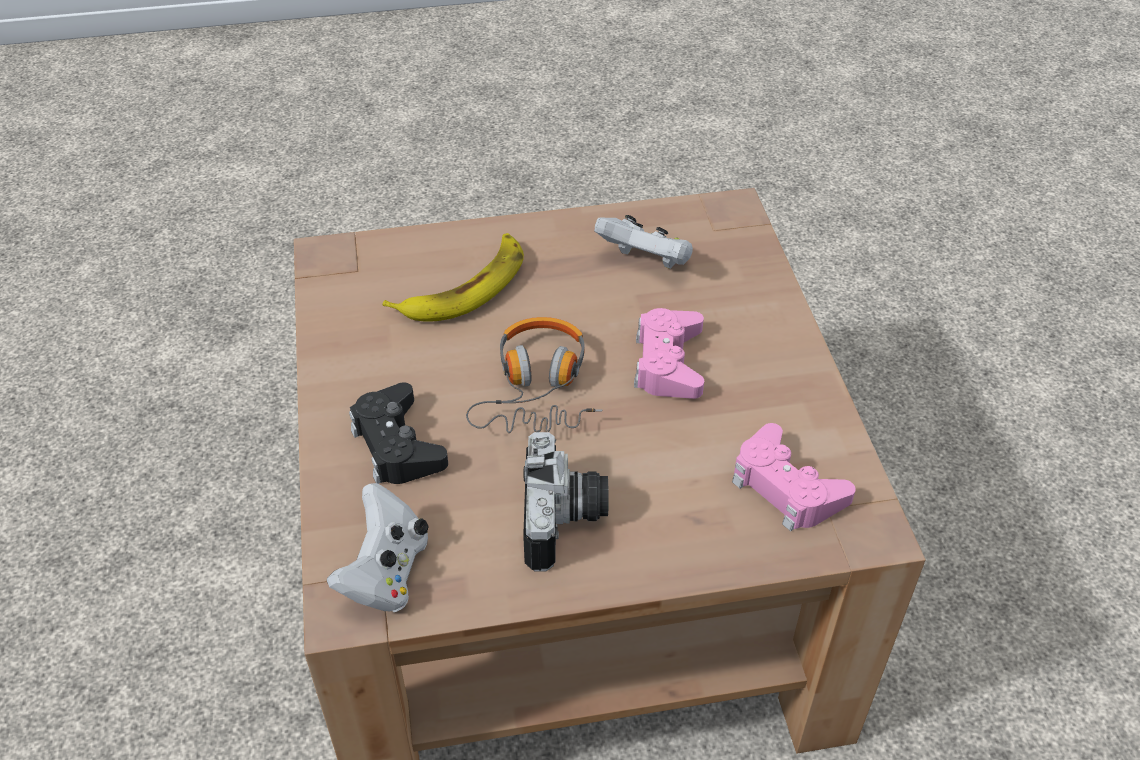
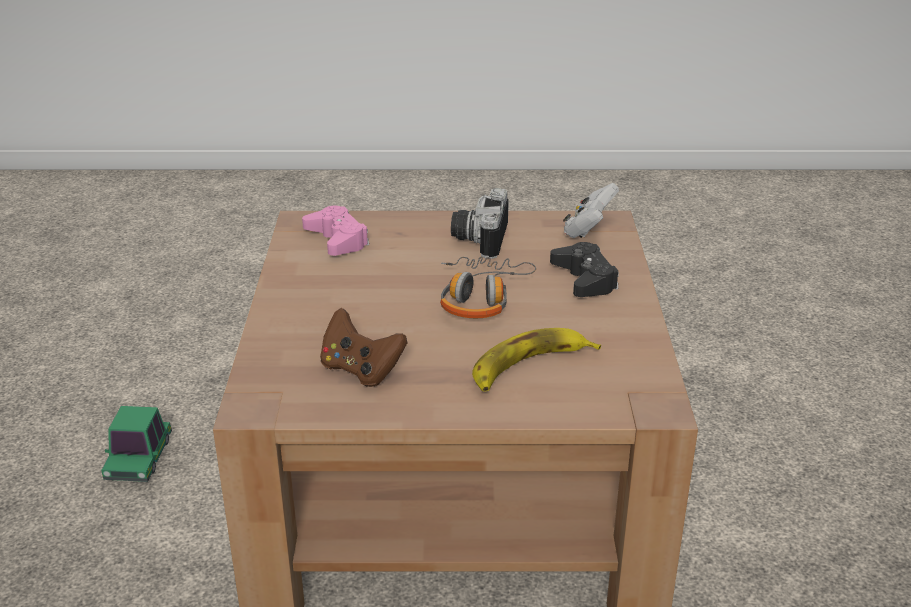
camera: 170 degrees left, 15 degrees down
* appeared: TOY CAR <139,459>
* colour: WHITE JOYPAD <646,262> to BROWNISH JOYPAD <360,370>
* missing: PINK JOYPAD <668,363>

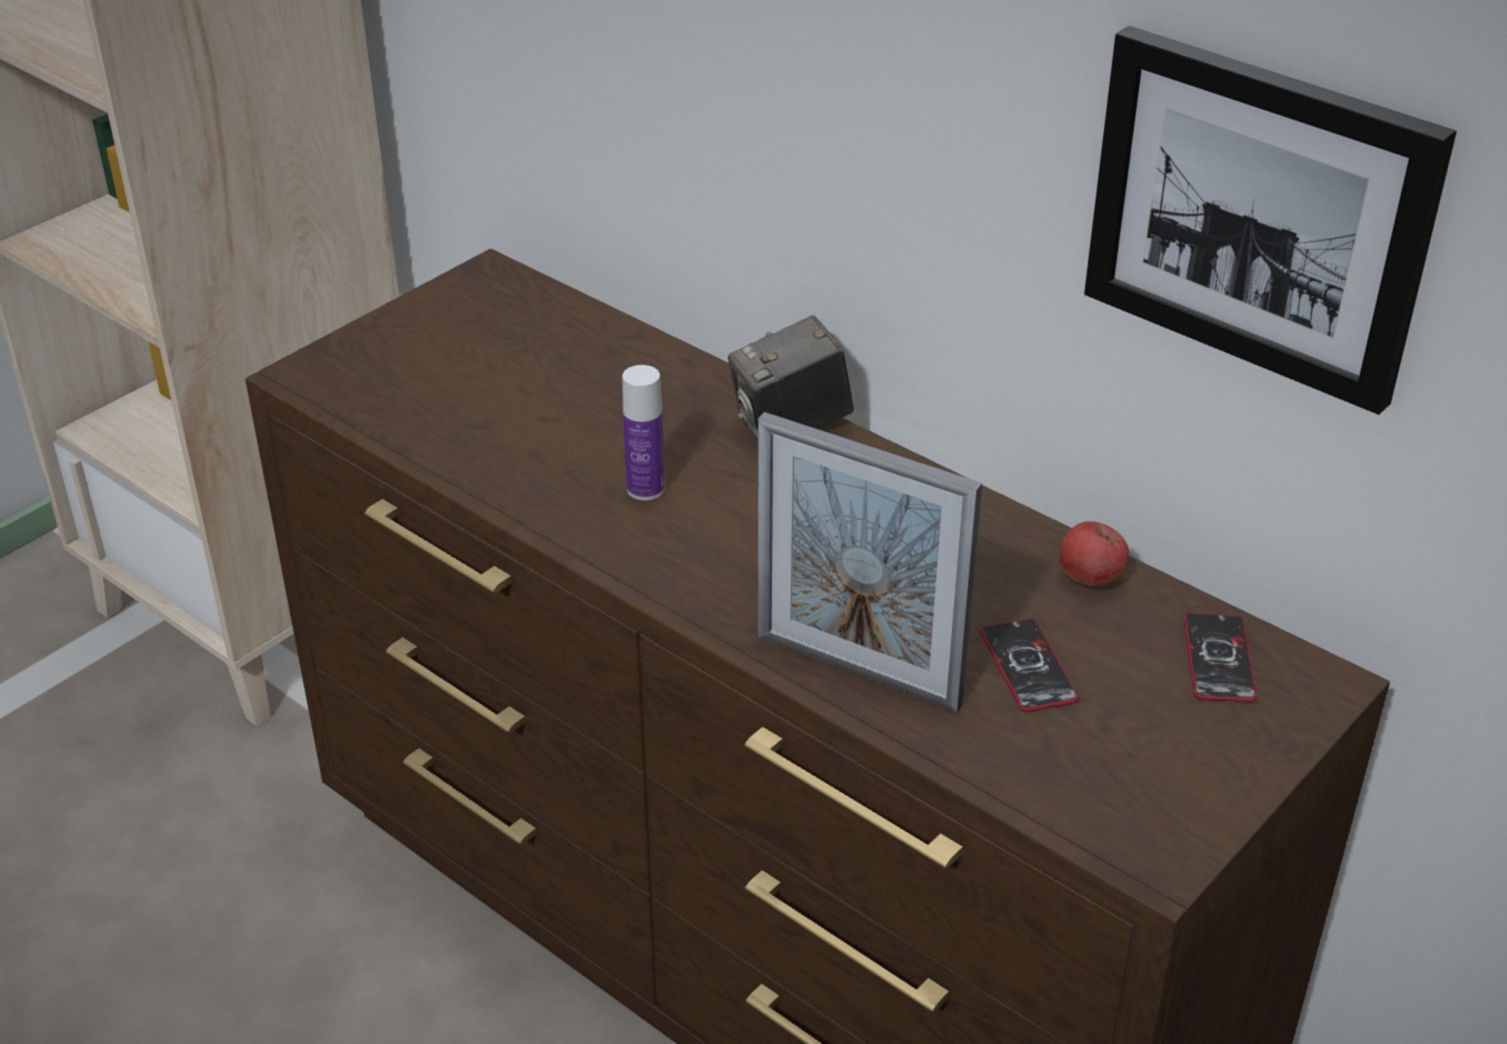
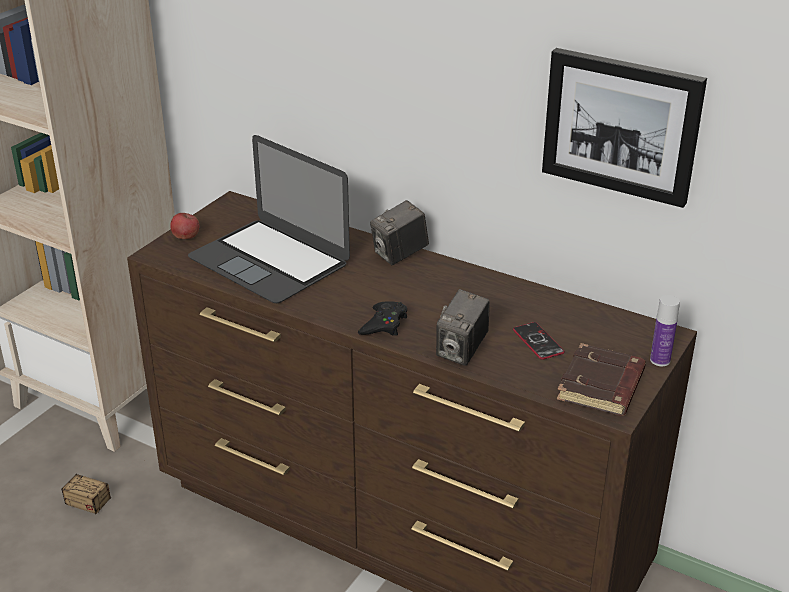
camera: 10 degrees left, 5 degrees down
* appeared: STORAGE BOX <109,509>
* relocated: APPLE FRUIT <1090,579> to <186,237>
* appeared: LAPTOP <269,260>
* appeared: BLACK-COLOURED JOYPAD <384,324>
* exchanged: PHOTO FRAME <857,670> to STILL CAMERA <462,351>
* appeared: BROWNISH VOLUME <602,387>
* relocated: BOTTLE <645,489> to <660,360>
* missing: HANDSET <1219,659>

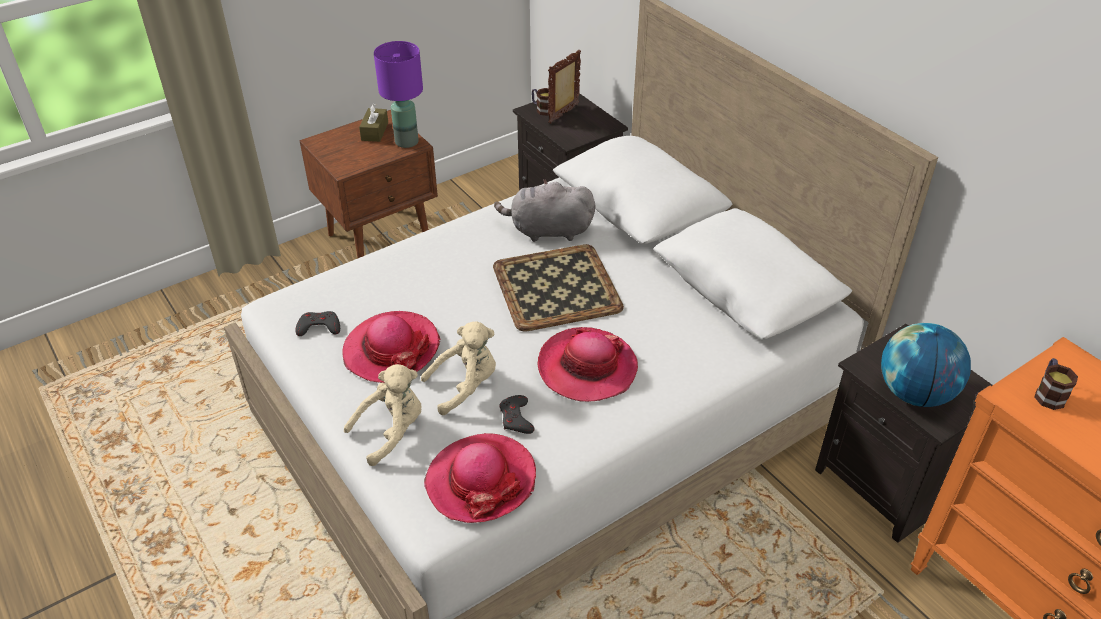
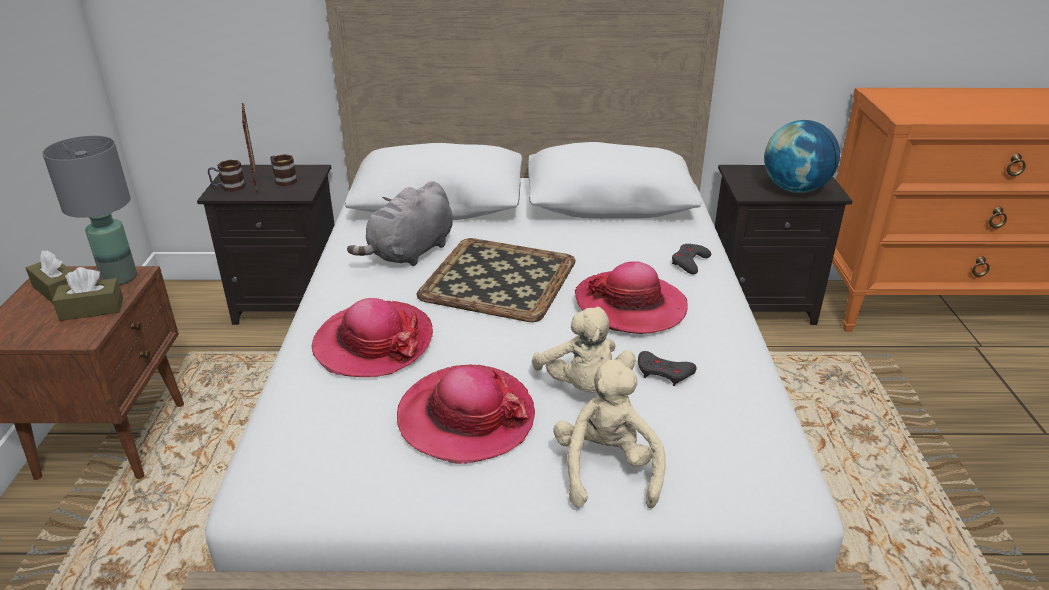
camera: 55 degrees left, 10 degrees down
* colour: PURPLE TABLETOP LAMP <406,142> to GRAY TABLETOP LAMP <119,278>
* appeared: BROWNISH TISSUE HOLDER <92,309>
* relocated: COFFEE MUG <1048,393> to <283,180>
* relocated: HAT <481,480> to <373,343>
* spun: SAND-COLOURED PLUSH TOY <465,386> = <583,387> 150 degrees clockwise
* relocated: GRAY JOYPAD <319,327> to <689,262>

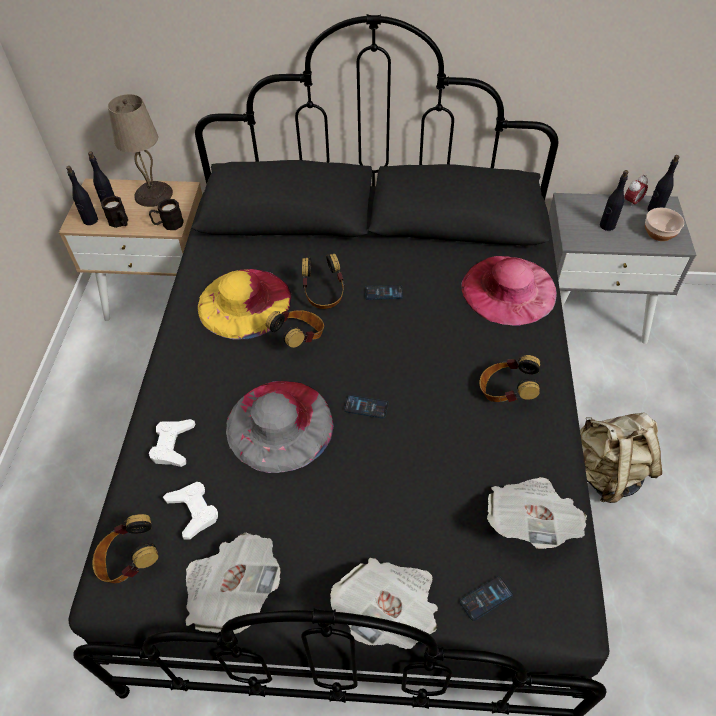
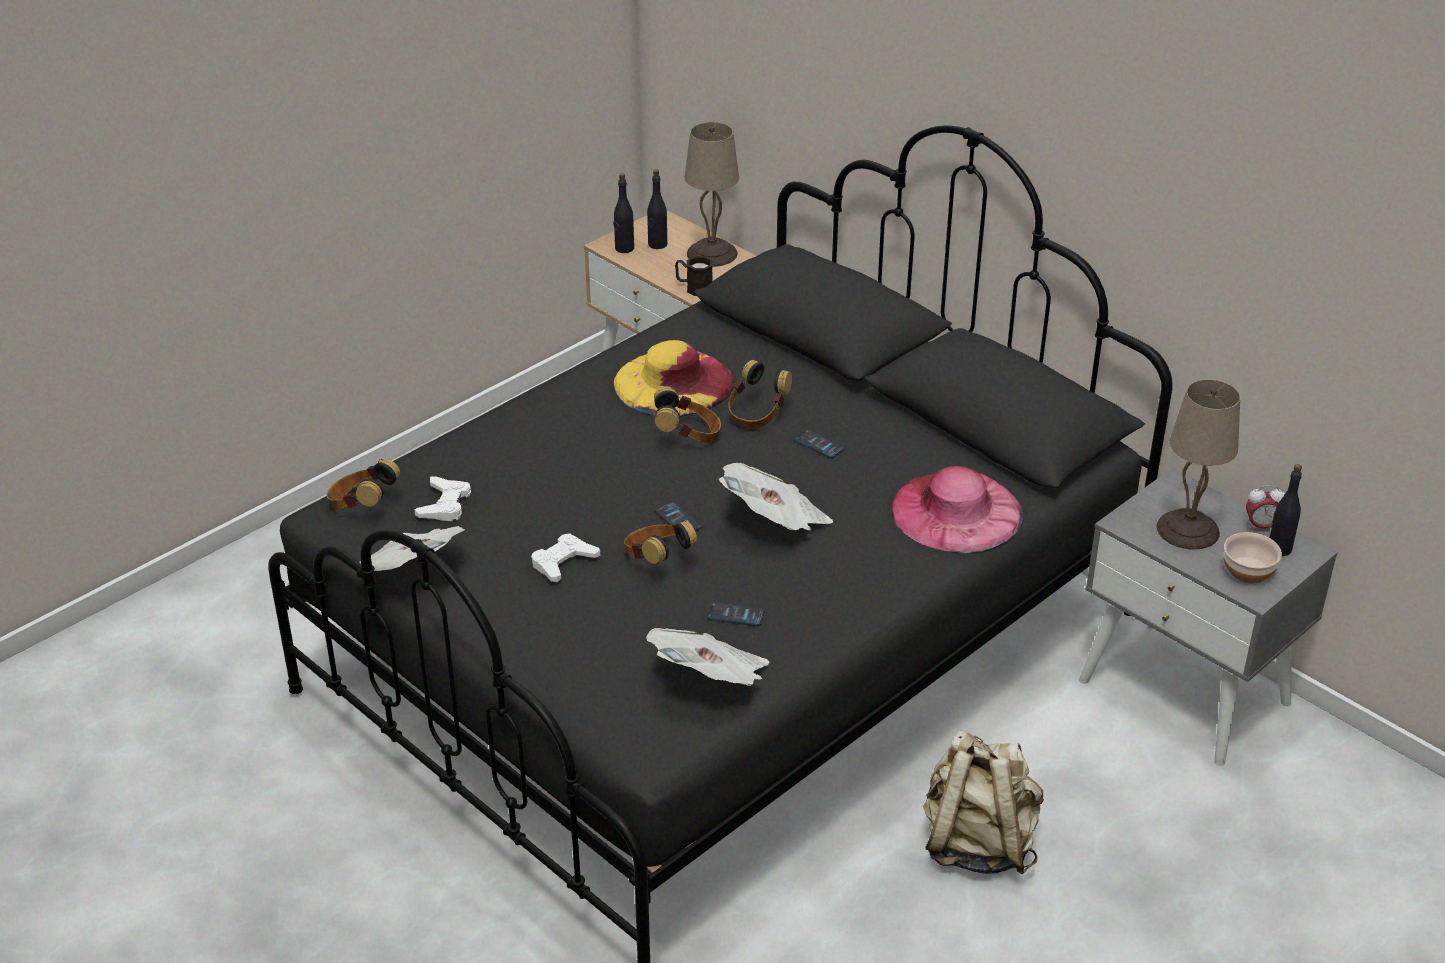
camera: 40 degrees right, 15 degrees down
* relocated: WHITE JOYPAD <173,445> to <563,562>
* relocated: HEADSET <505,392> to <657,561>
* relocated: HANDSET <486,598> to <735,615>
* relocated: NEWSPAPER <389,609> to <775,522>
* exchanged: BLACK-COLOURED BOTTLE <607,226> to SAND-COLOURED TABLETOP LAMP <1189,530>
* missing: BLACK-COLOURED COFFEE MUG <120,222>
* missing: GRAY HAT <279,424>

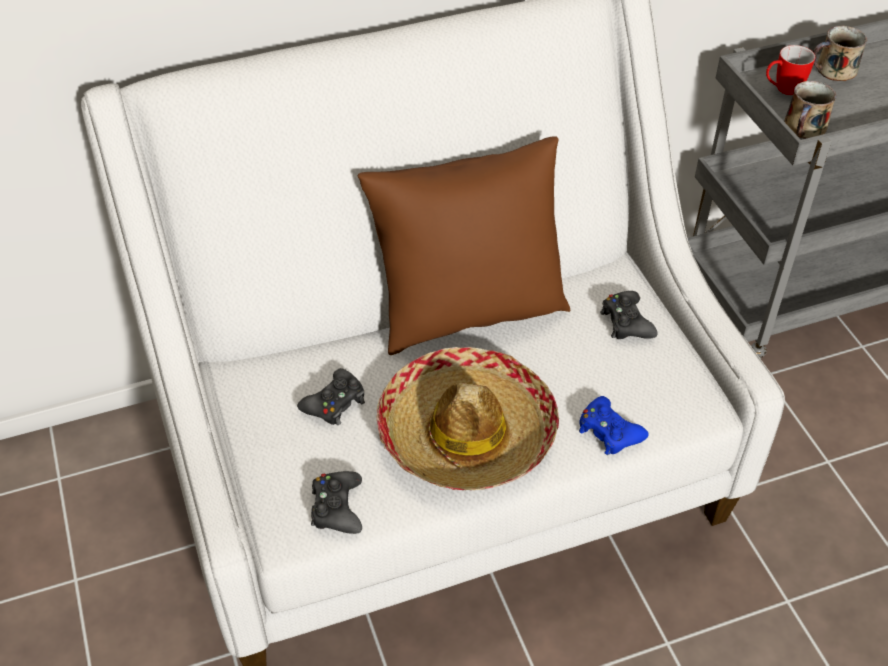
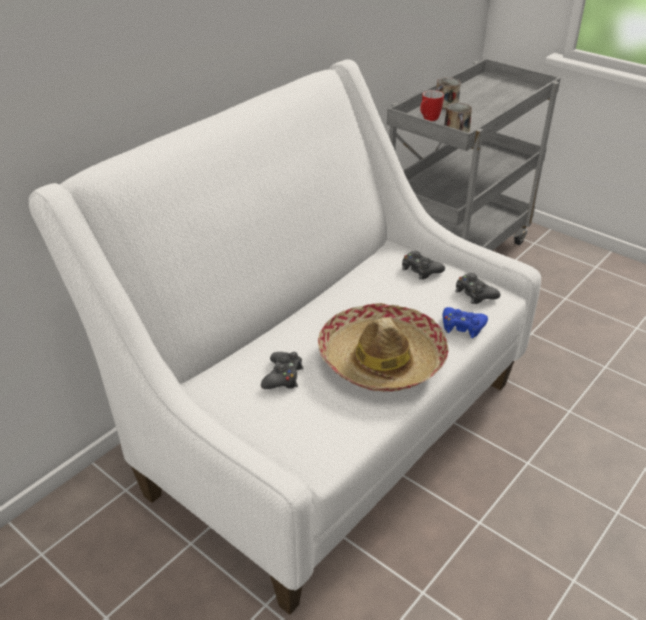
camera: 30 degrees left, 10 degrees down
* relocated: BLACK-COLOURED JOYPAD <337,508> to <475,293>
* missing: BROWNISH PILLOW <468,312>

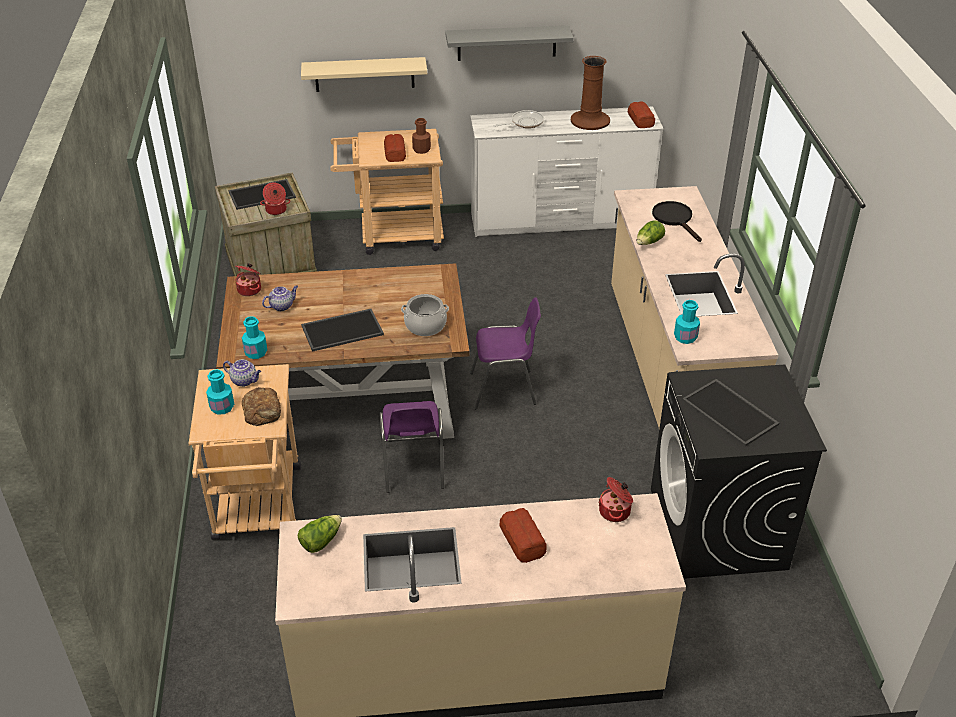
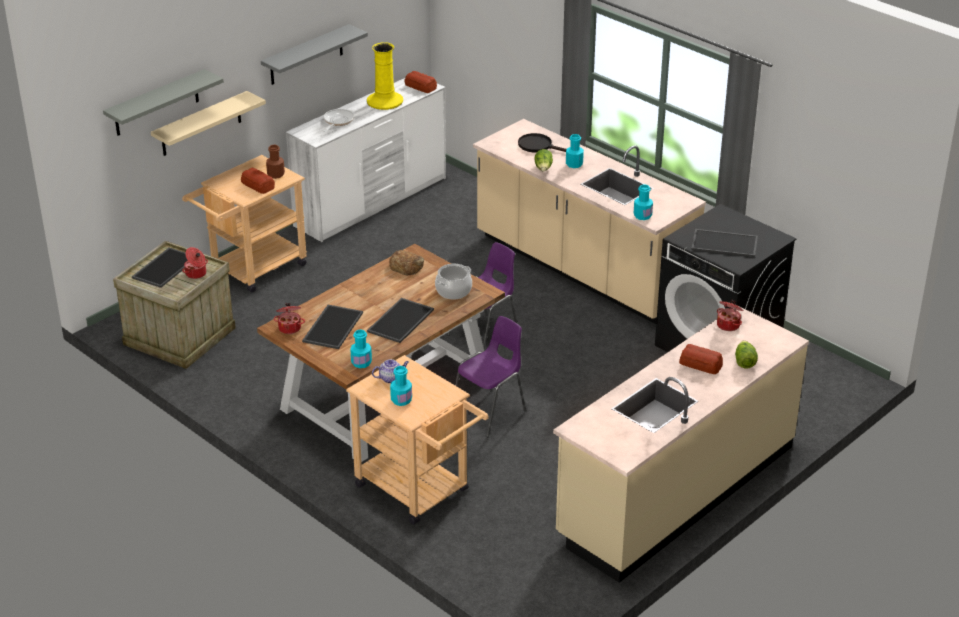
camera: 40 degrees left, 5 degrees down
* appeared: GRAY WALL SHELF <156,103>
* exchanged: POT FOR TEA <282,306> to CARRYING TRAY <332,326>
* colour: BROWNISH DECORATIVE VASE <590,121> to YELLOWISH DECORATIVE VASE <385,101>
* relocated: BAKED BREAD <263,411> to <406,266>
* spun: PURPLE UPRIGHT CHAIR <413,469> = <490,412> 90 degrees counterclockwise
* appeared: TURQUOISE-COLOURED BOTTLE <574,164>
* relocated: LETTUCE HEAD <320,541> to <744,361>

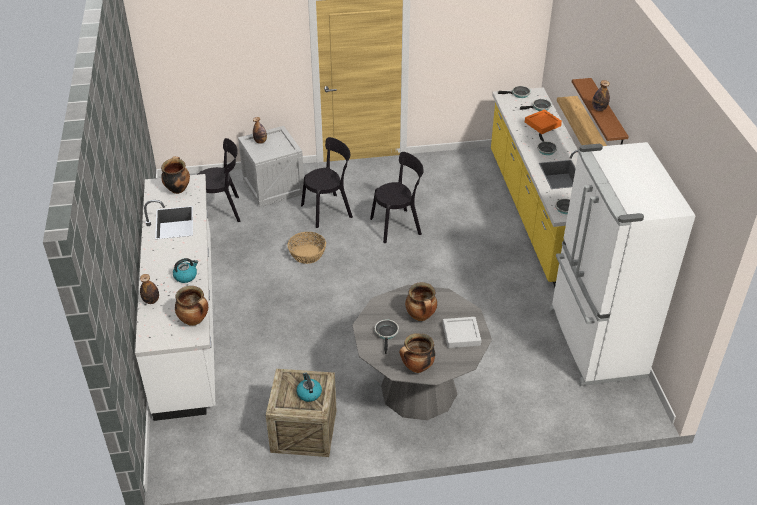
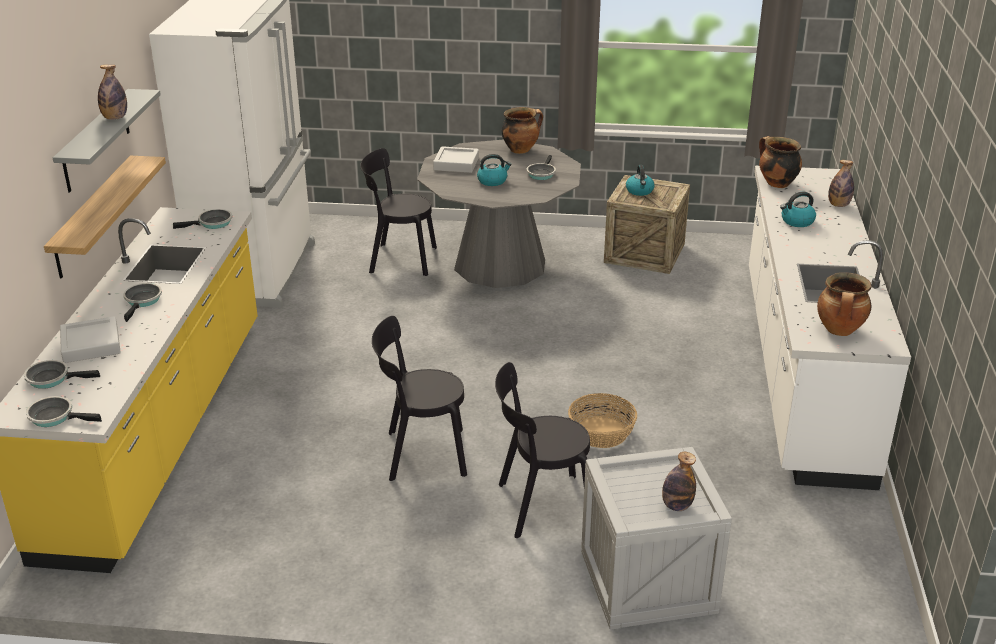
camera: 165 degrees left, 10 degrees down
* colour: BROWNISH WALL SHELF <607,116> to GRAY WALL SHELF <96,140>
* colour: ORANGE-COLOURED CARRYING TRAY <542,124> to GRAY CARRYING TRAY <91,344>
* relocated: BLACK-COLOURED UPRIGHT CHAIR <222,210> to <399,259>
* exchanged: SAUCEPOT <421,316> to KETTLE <492,181>

